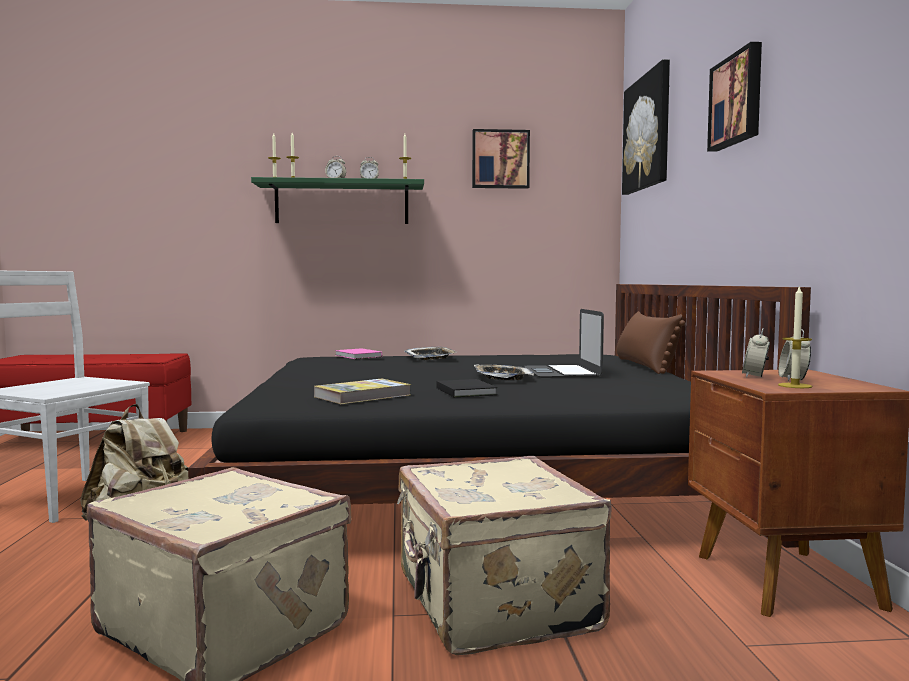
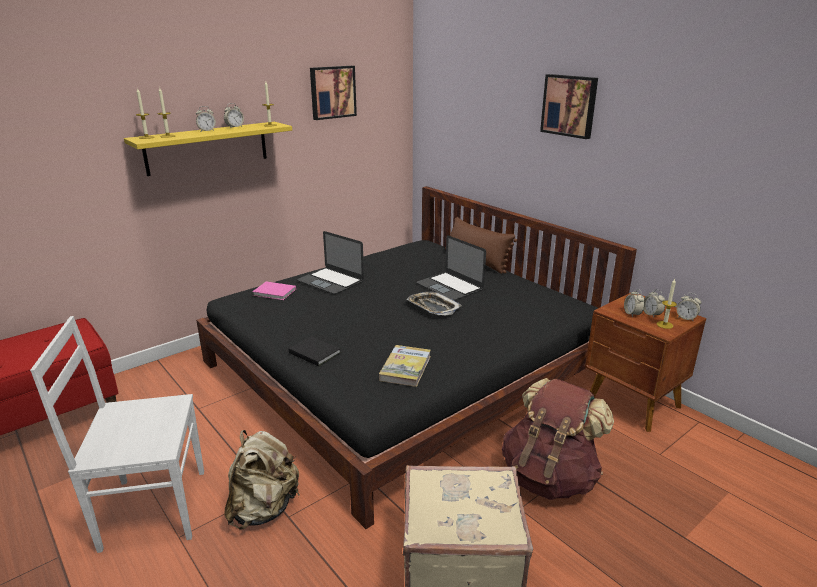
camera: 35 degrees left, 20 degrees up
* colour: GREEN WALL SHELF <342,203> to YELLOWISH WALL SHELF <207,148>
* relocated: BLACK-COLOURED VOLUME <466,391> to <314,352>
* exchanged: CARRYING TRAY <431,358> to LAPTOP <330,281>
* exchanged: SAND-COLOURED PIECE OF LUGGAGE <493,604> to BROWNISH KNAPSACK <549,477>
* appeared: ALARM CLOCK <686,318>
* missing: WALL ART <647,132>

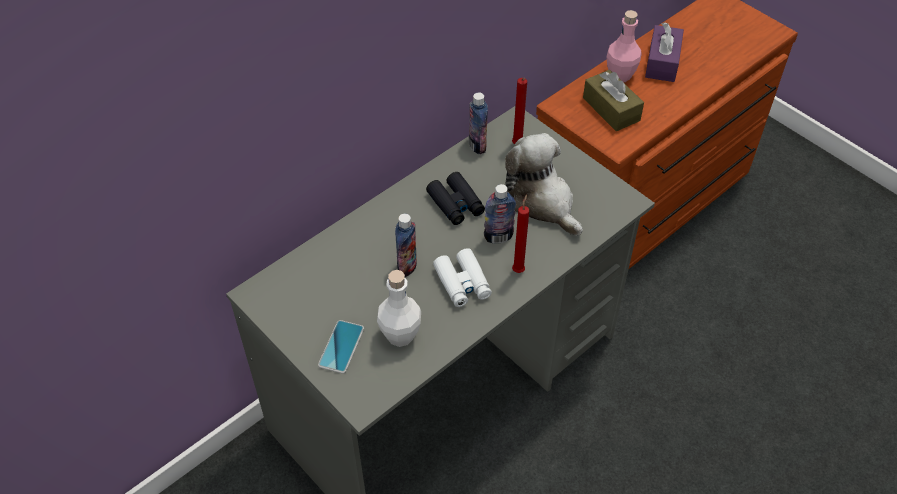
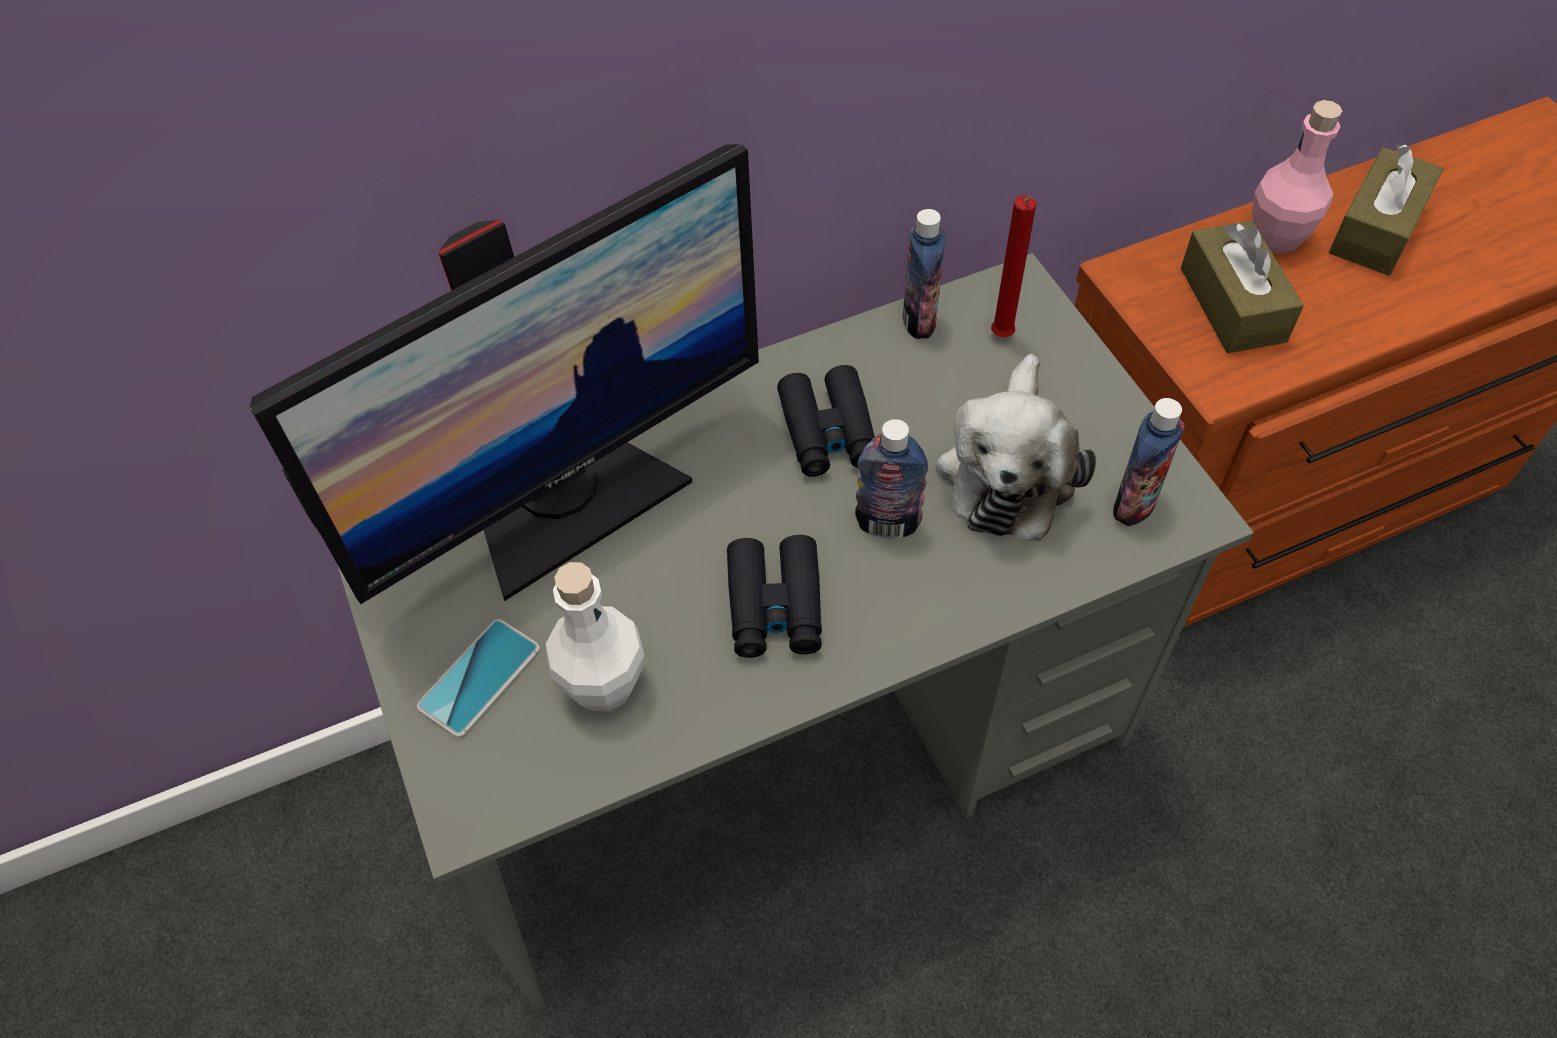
camera: 20 degrees right, 5 degrees up
* appeared: COMPUTER DISPLAY <569,502>
* colour: WHITE FIELD GLASSES <462,283> to BLACK-COLOURED FIELD GLASSES <775,606>
* spun: PLUSH TOY <542,201> = <1008,470> 150 degrees counterclockwise
* relocated: BOTTLE <407,266> to <1134,505>
* colour: PURPLE TISSUE HOLDER <662,62> to BROWNISH TISSUE HOLDER <1376,229>
* missing: RED-COLOURED WAX CANDLE <519,269>

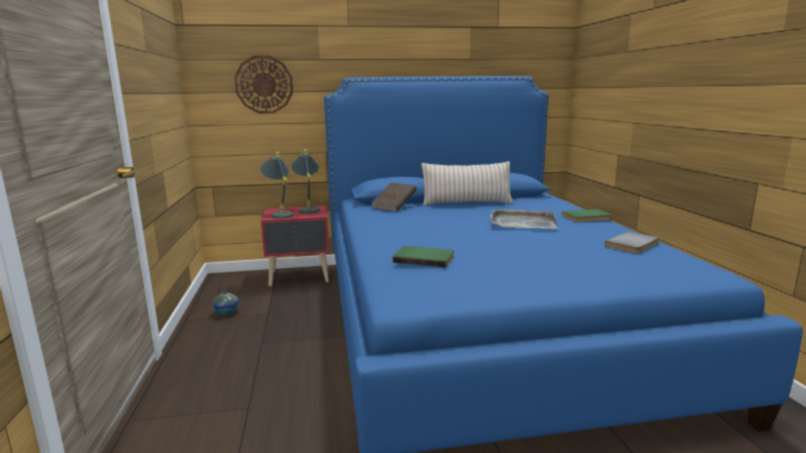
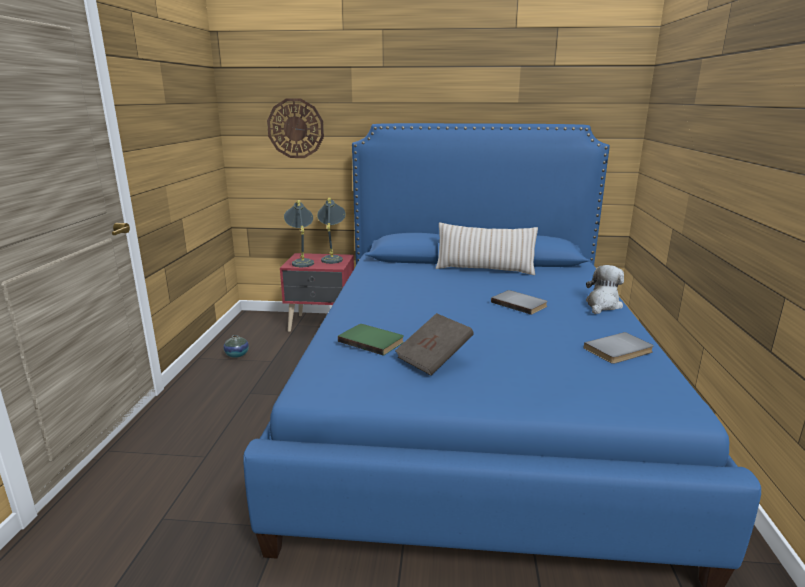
camera: 15 degrees right, 5 degrees up
* relocated: BROWNISH VOLUME <394,207> to <434,358>
* exchanged: GRAY CARRYING TRAY <522,222> to GRAY VOLUME <520,304>
* exchanged: GREEN VOLUME <587,218> to PLUSH TOY <602,305>

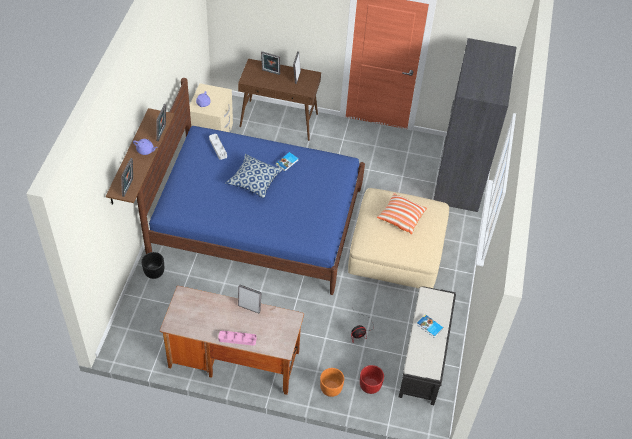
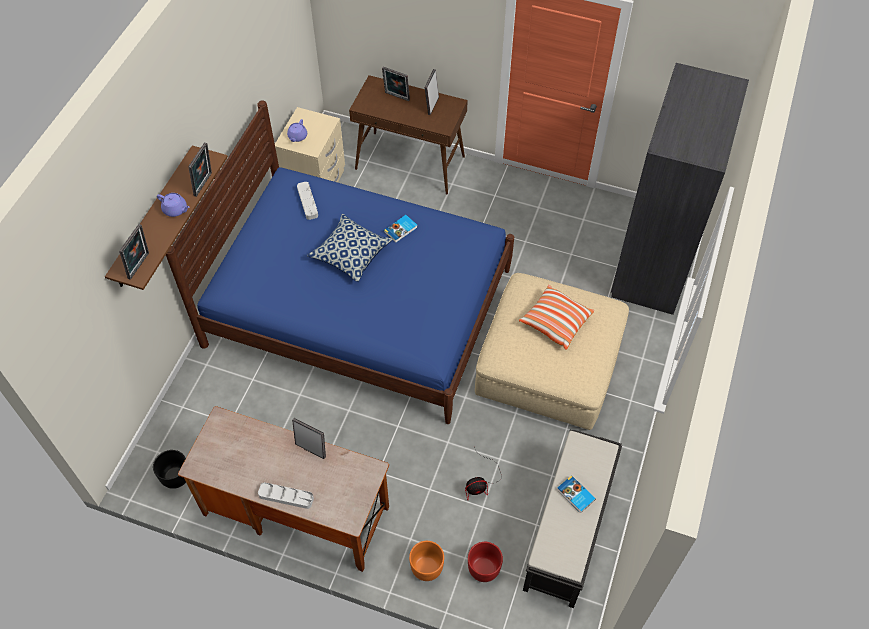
camera: 10 degrees right, 5 degrees up
* relocated: BLACK-COLOURED PLANTER <154,272> to <175,477>
* colour: PINK CARRYING TRAY <237,339> to GRAY CARRYING TRAY <286,497>

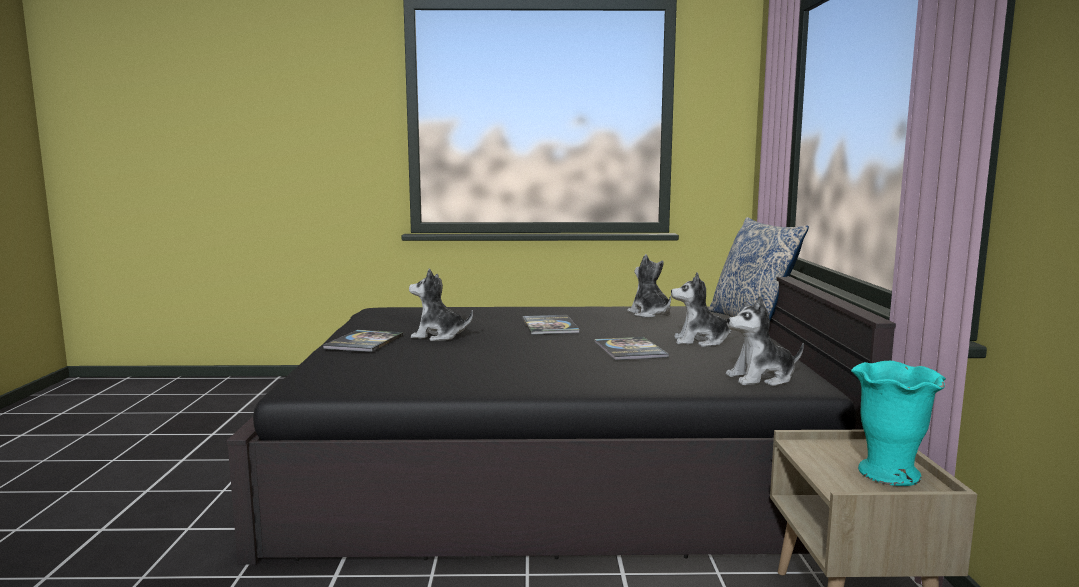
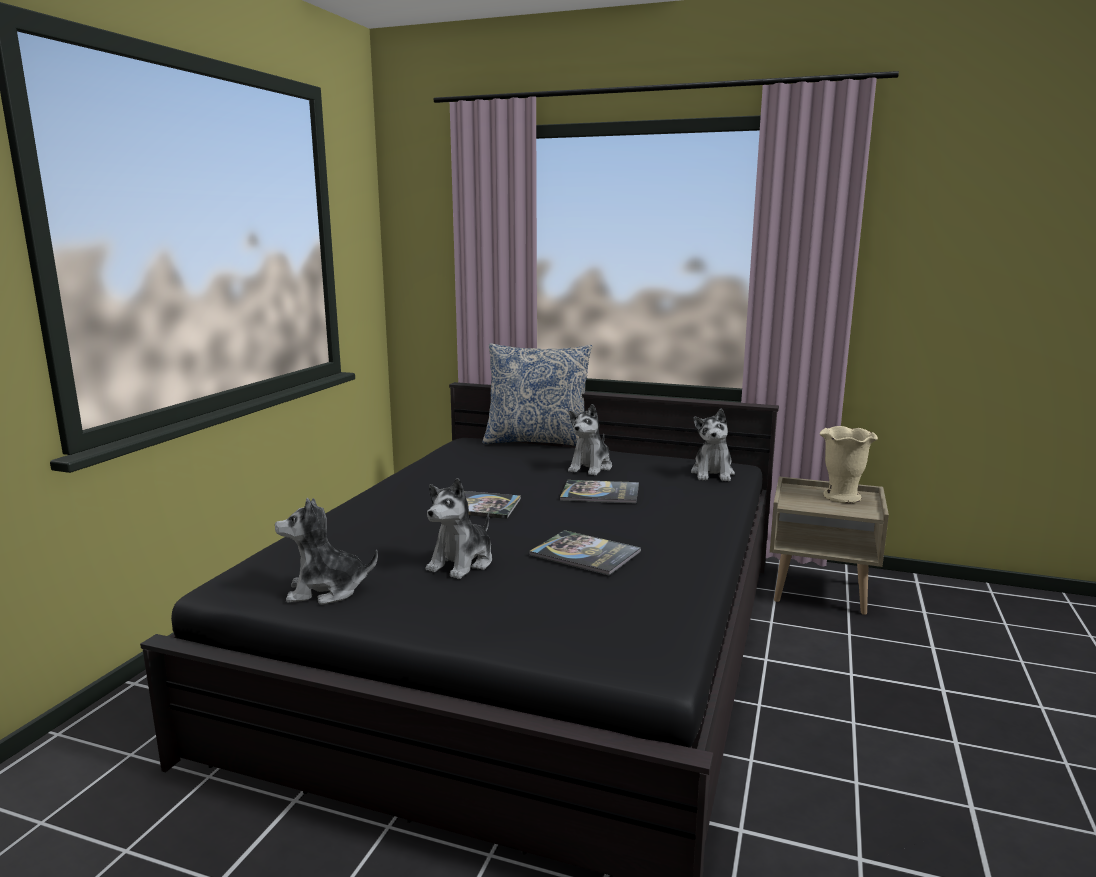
camera: 70 degrees left, 5 degrees up
* relocated: PLUSH TOY <650,314> to <326,591>
* relocated: VOLUME <364,342> to <585,554>
* colour: TURQUOISE-COLOURED DECORATIVE VASE <890,474> to SAND-COLOURED DECORATIVE VASE <842,497>

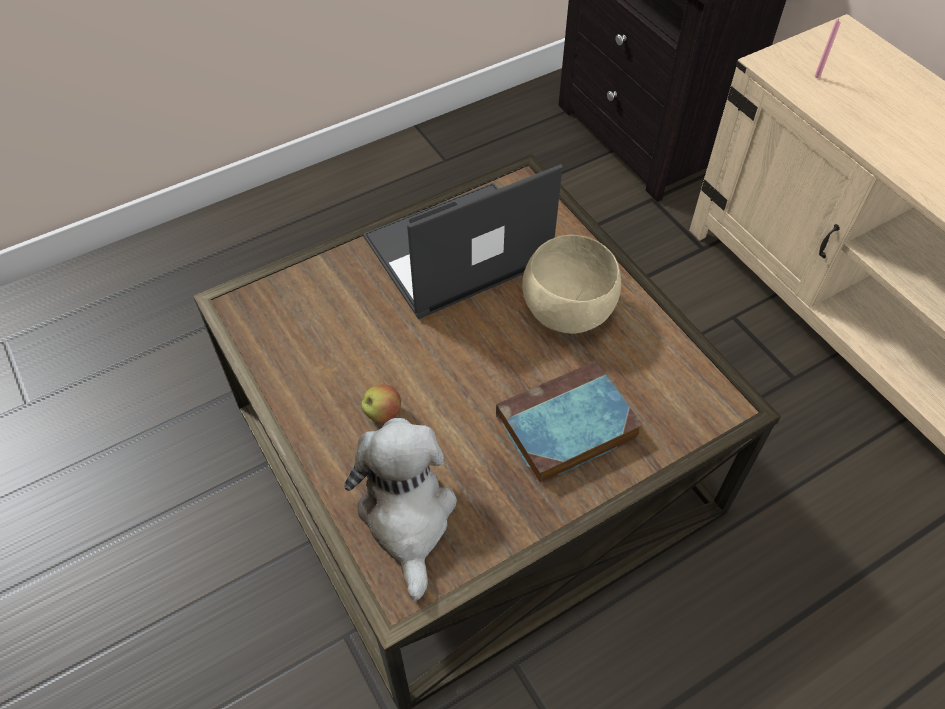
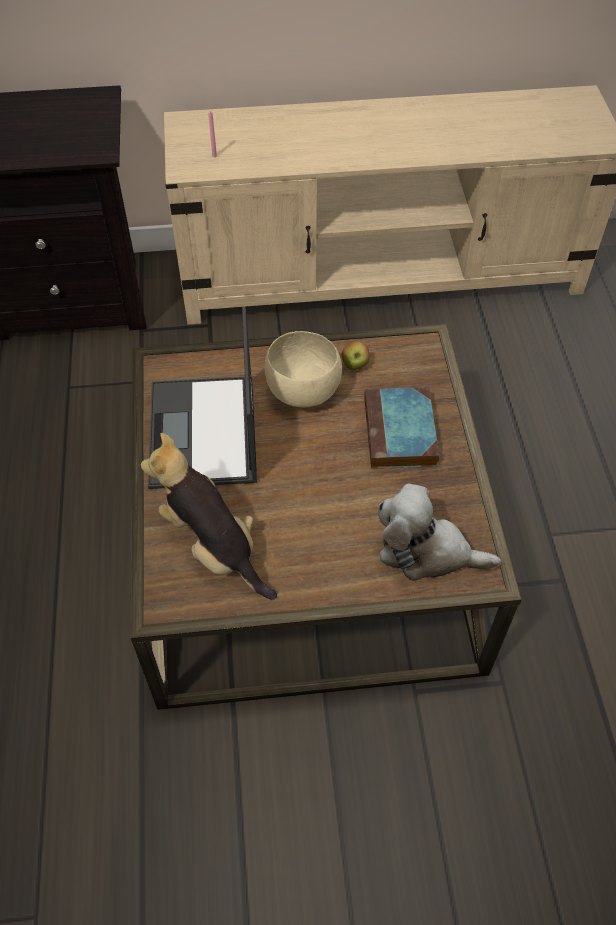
camera: 65 degrees left, 0 degrees up
* appeared: PLUSH TOY <214,546>
* relocated: APPLE FRUIT <382,414> to <355,365>

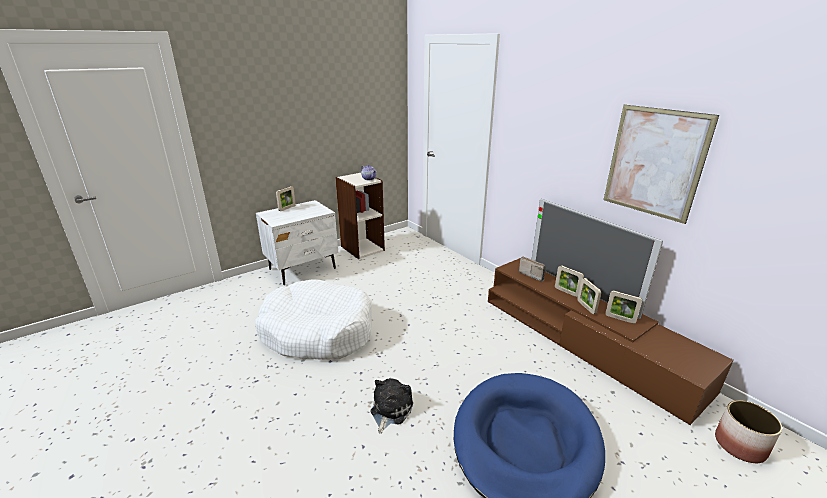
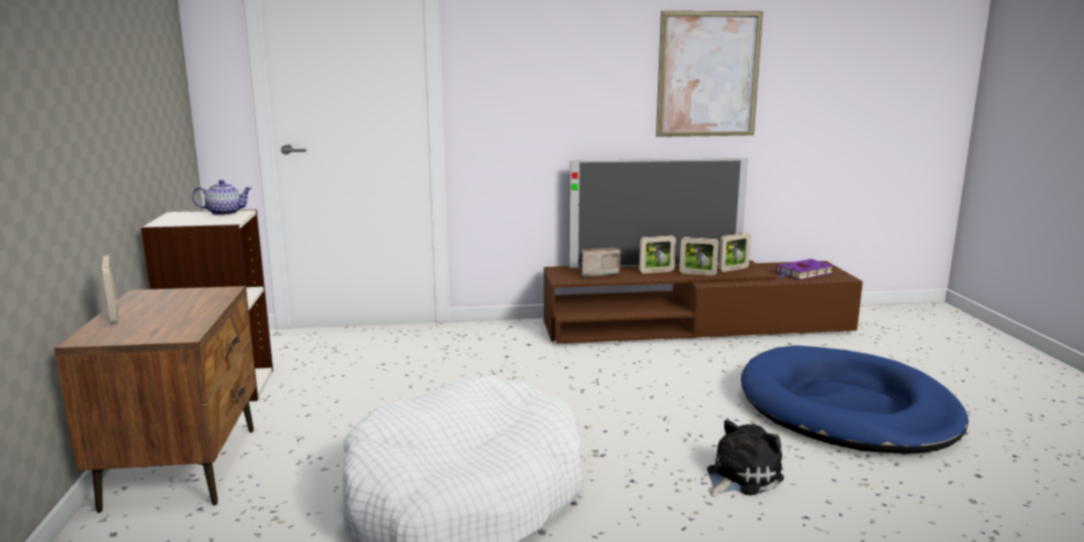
camera: 60 degrees left, 10 degrees down
* colour: WHITE BEDSIDE TABLE <303,269> to BROWNISH BEDSIDE TABLE <184,467>
* spun: PLUSH TOY <390,410> = <740,477> 90 degrees clockwise
* appeared: PURPLE VOLUME <803,273>
* missing: PLANTER <740,446>

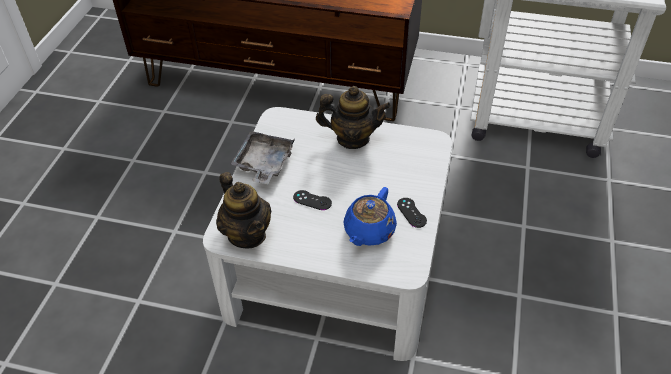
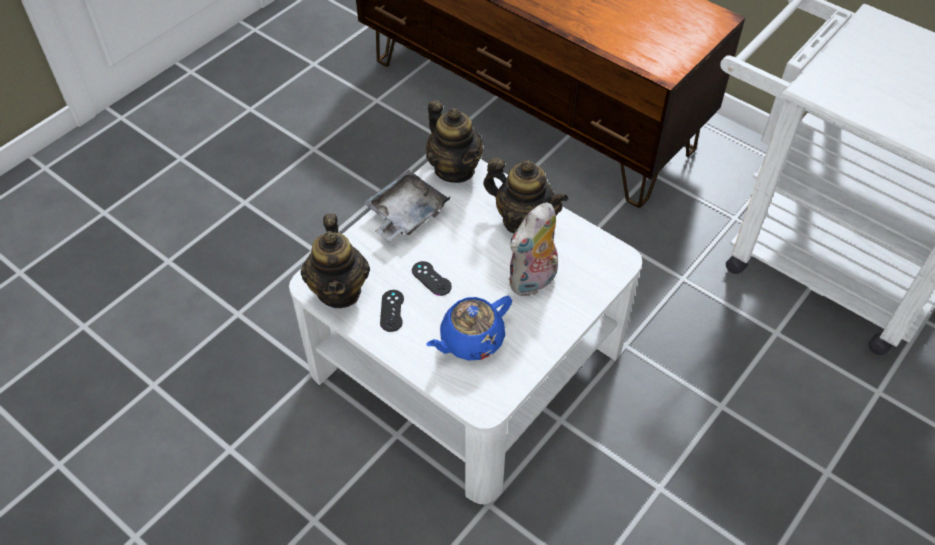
camera: 25 degrees right, 5 degrees up
* relocated: BLACK-COLOURED JOYPAD <411,212> to <392,311>
* appeared: POT FOR TEA <454,169>
* appeared: PLUSH TOY <533,282>

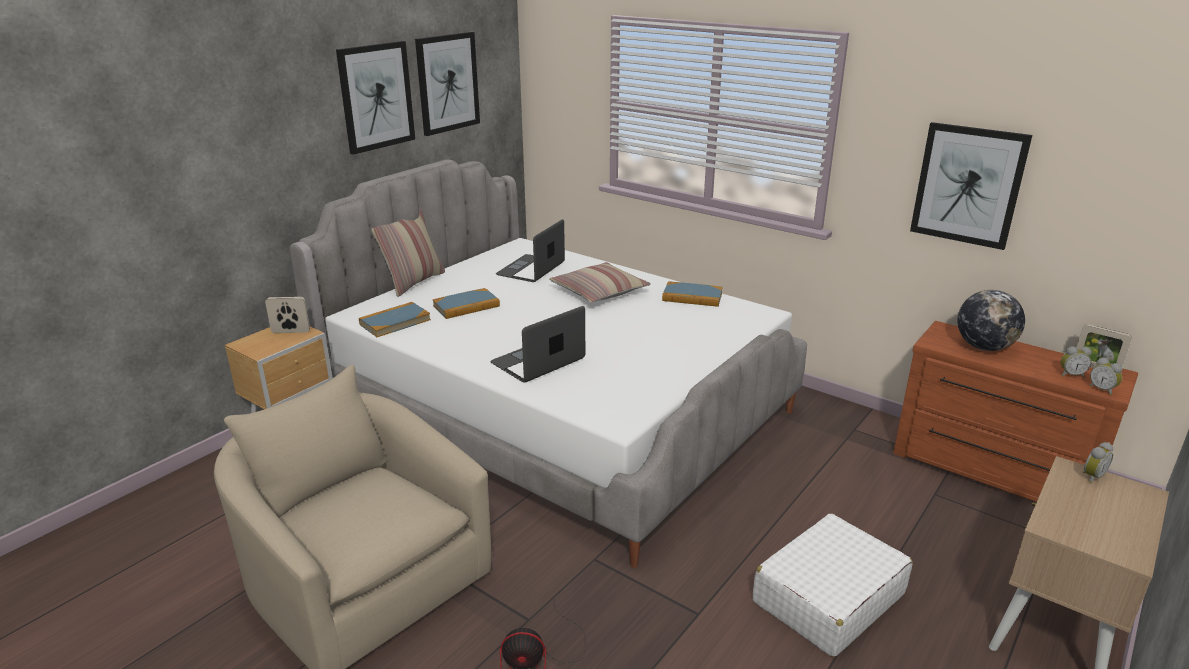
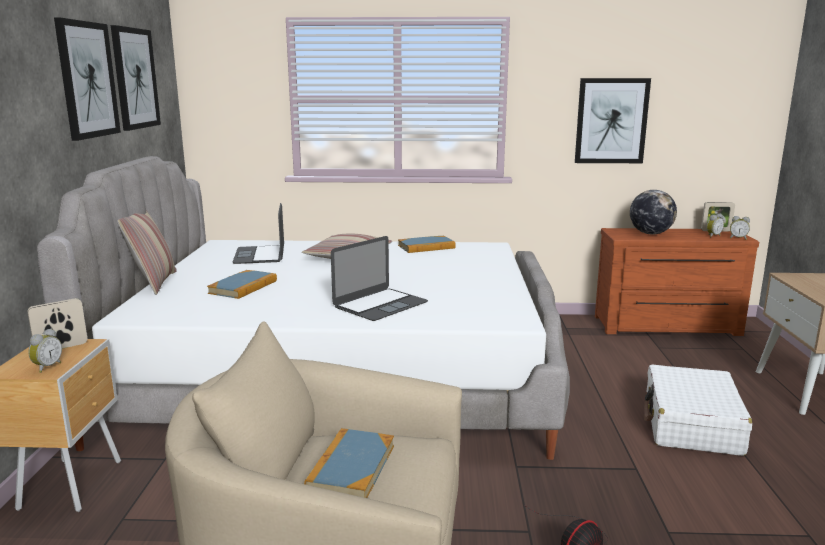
camera: 35 degrees left, 10 degrees down
* relocated: ALARM CLOCK <1091,476> to <47,367>
* relocated: VOLUME <395,322> to <351,467>
* spun: LAPTOP <538,361> = <380,304> 150 degrees counterclockwise

